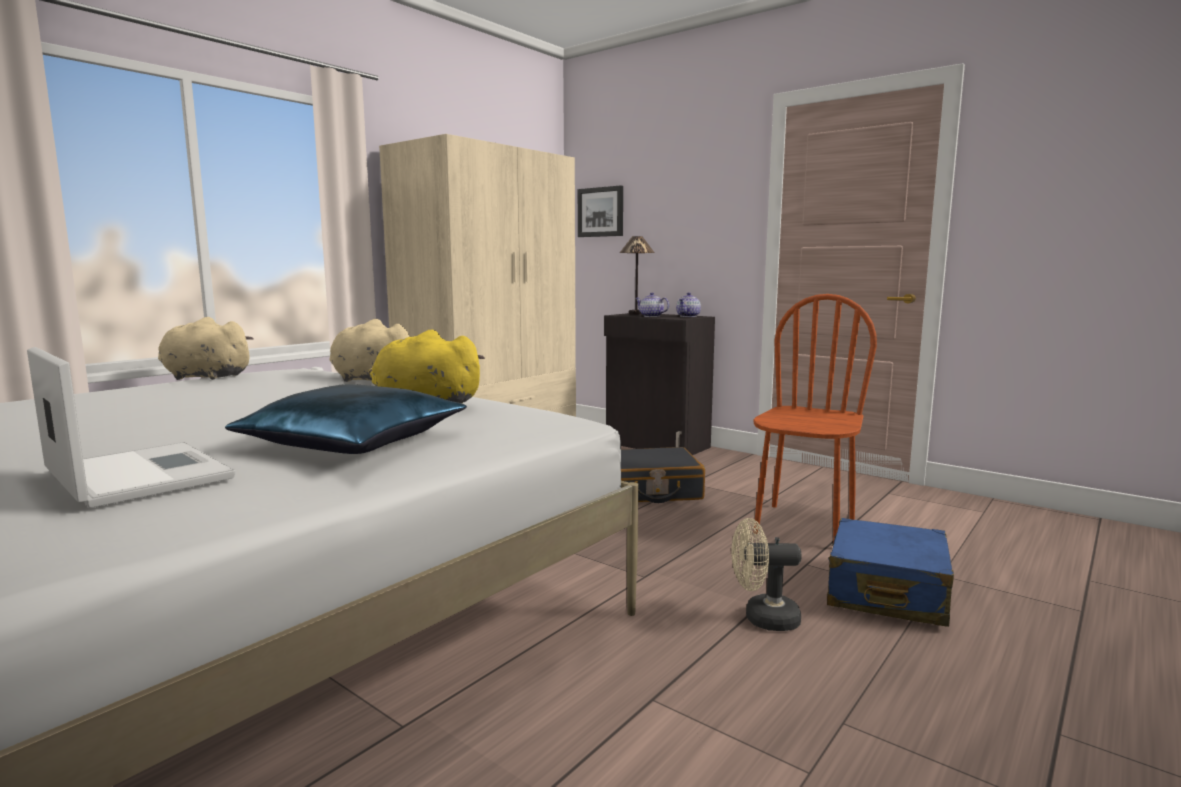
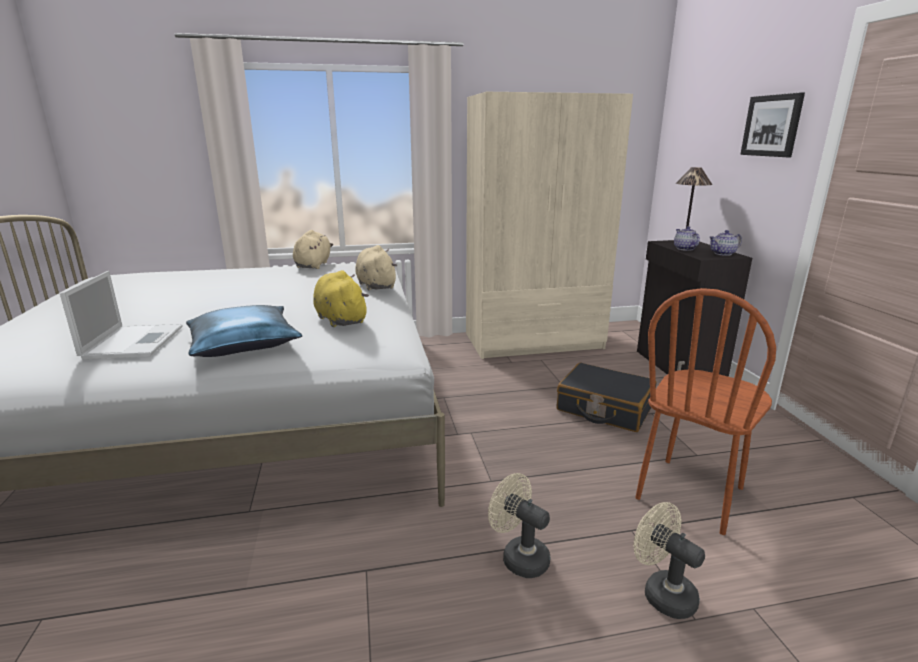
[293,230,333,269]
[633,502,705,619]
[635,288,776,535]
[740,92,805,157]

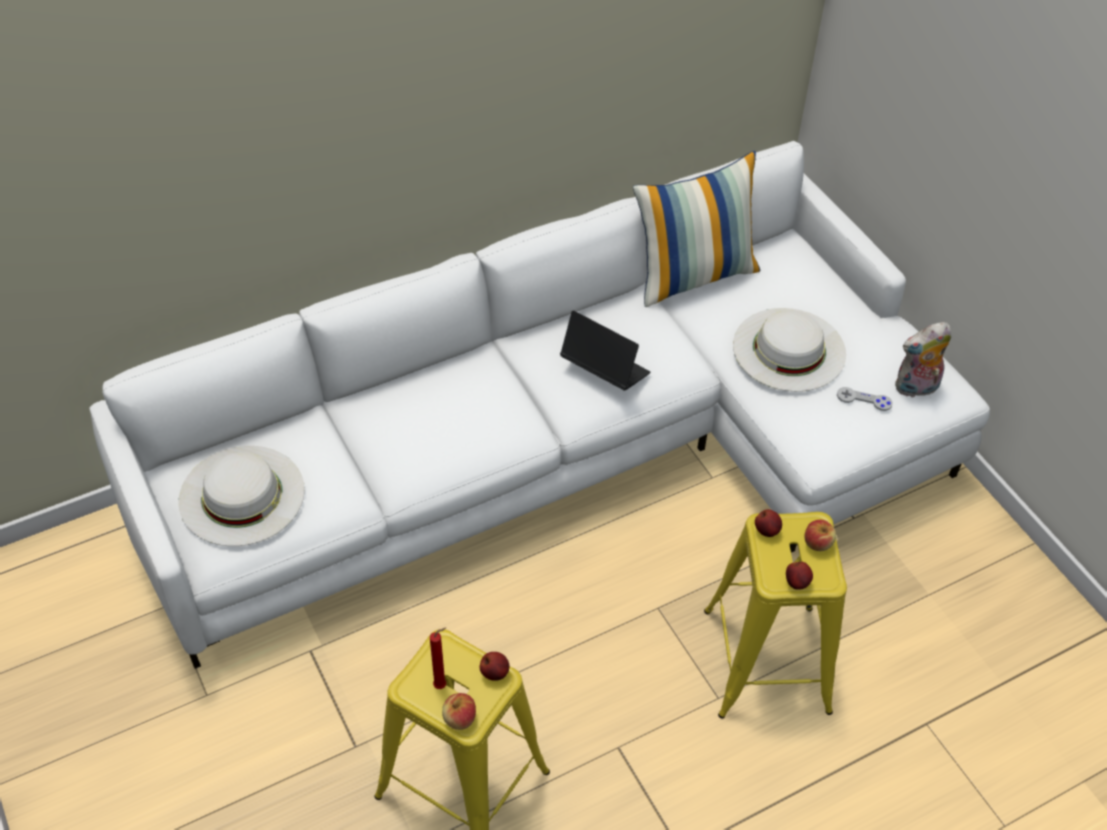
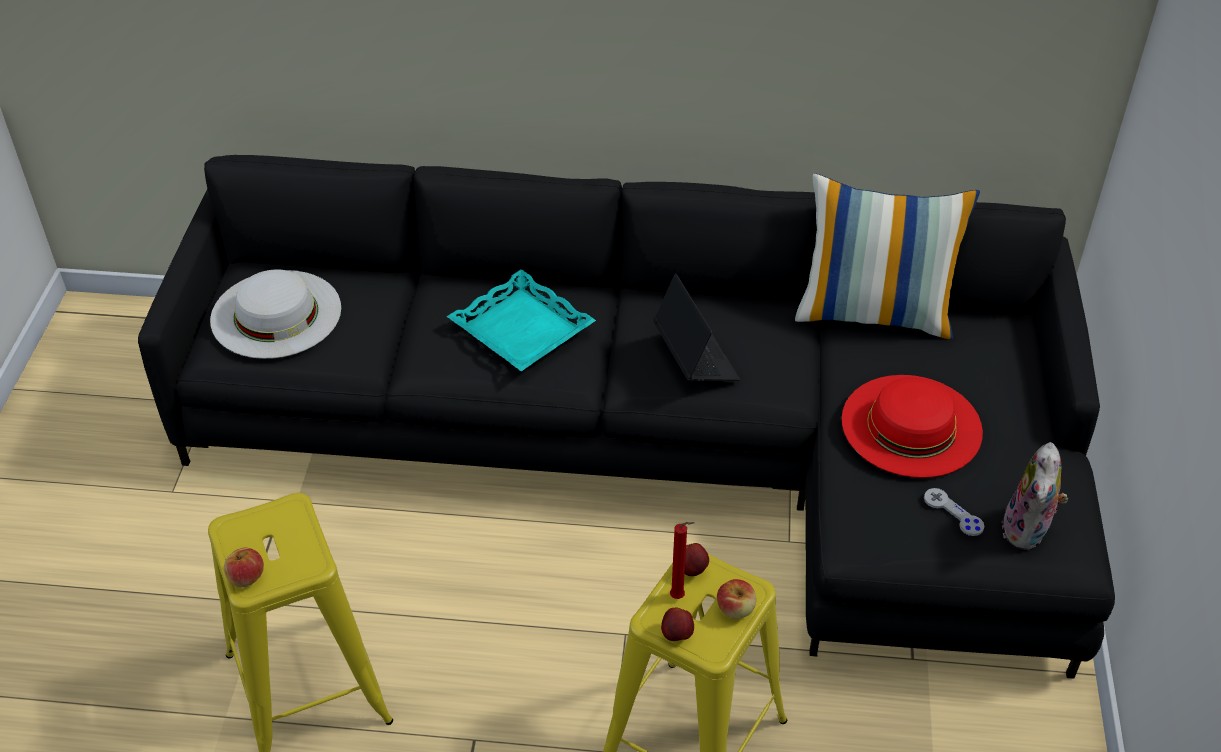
[138,155,1115,679]
[447,269,596,371]
[670,522,694,599]
[842,375,983,478]
[1002,442,1068,550]
[479,652,510,681] (first image)

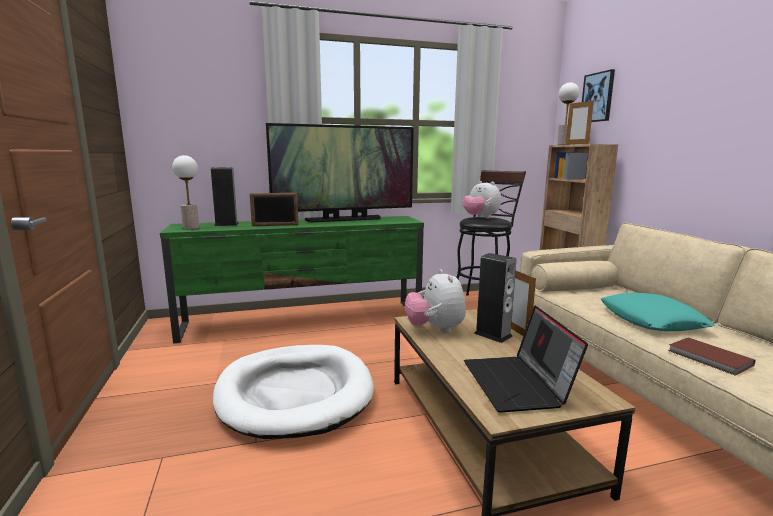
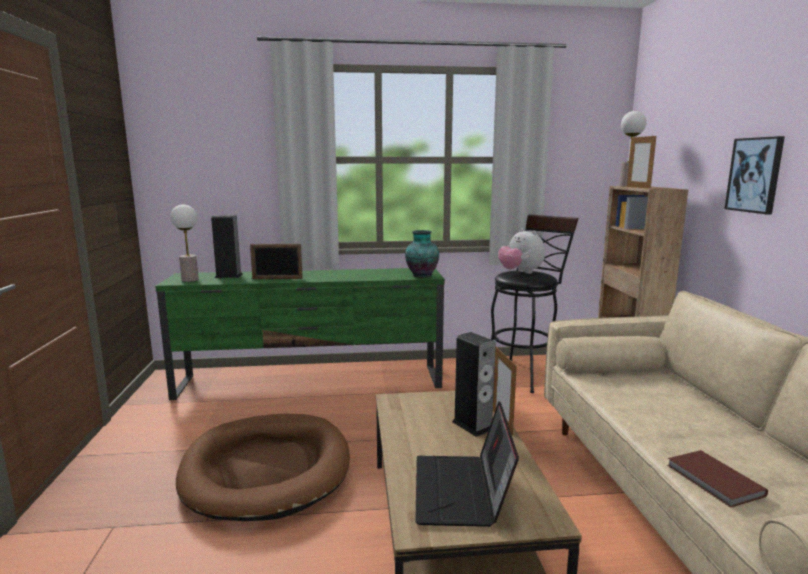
[176,414,350,521]
[405,230,439,278]
[724,136,785,214]
[266,123,414,222] (first image)
[405,269,466,333] (first image)
[601,293,715,331] (first image)

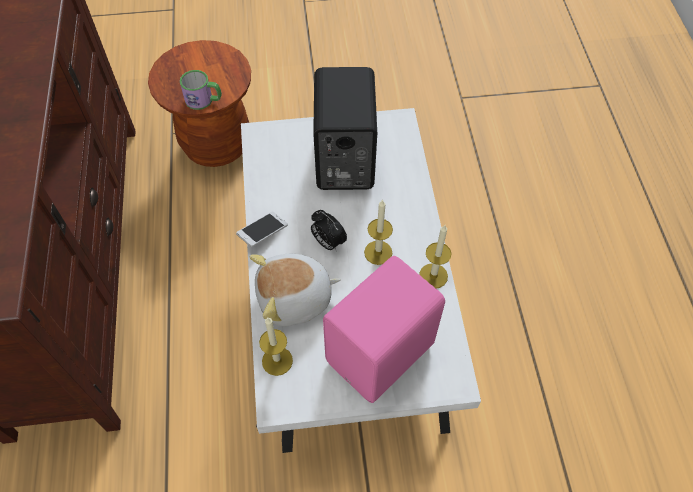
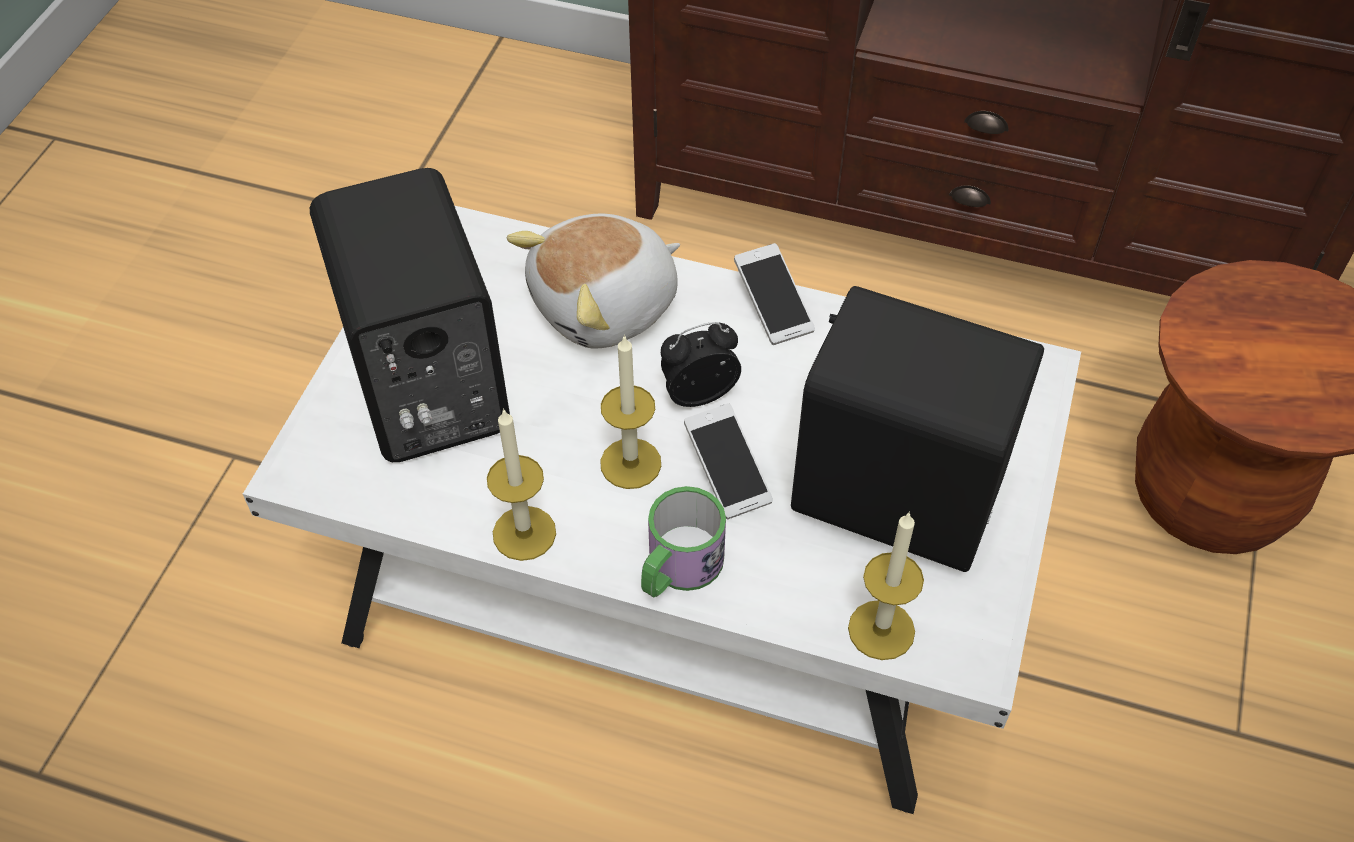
[310,168,510,462]
[507,213,680,348]
[641,486,726,598]
[684,403,773,519]
[848,512,924,660]

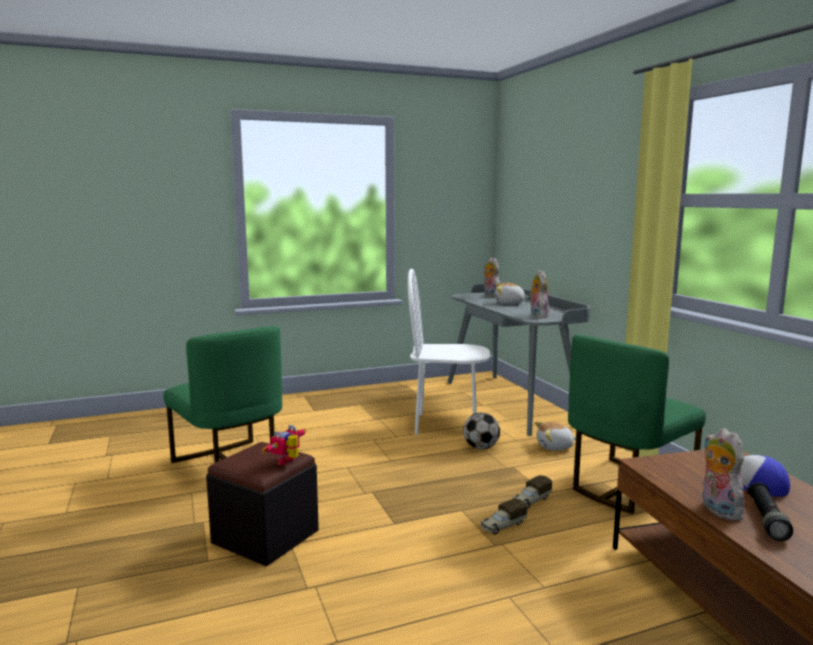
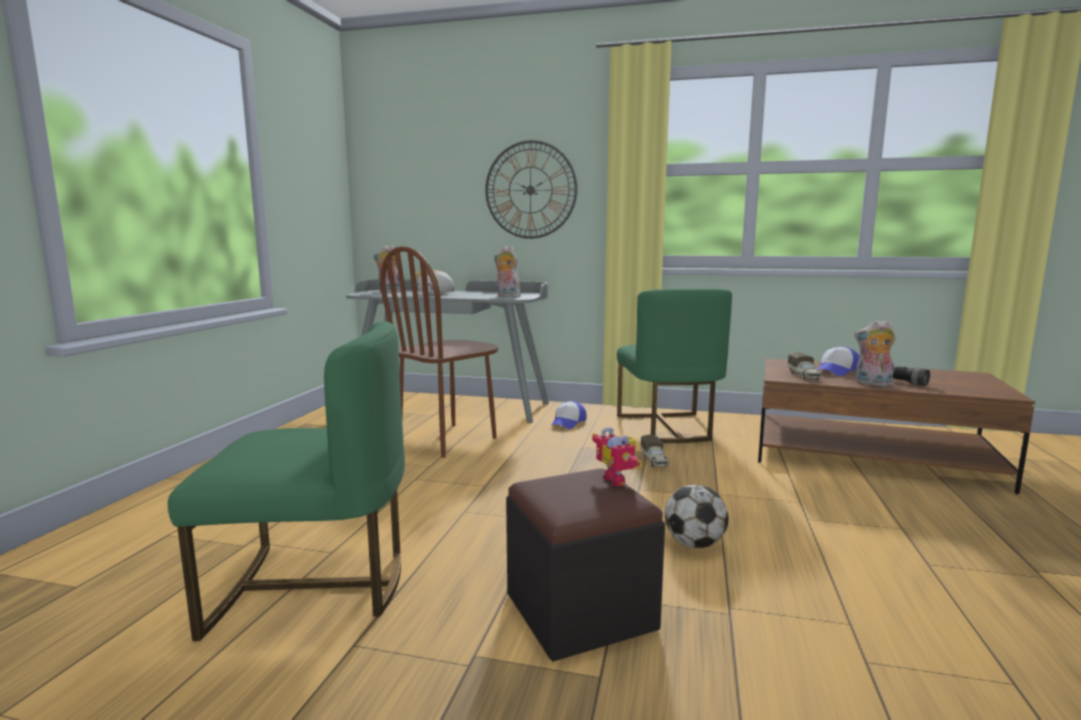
[380,246,498,458]
[485,140,577,239]
[551,401,587,429]
[664,485,729,548]
[788,352,822,380]

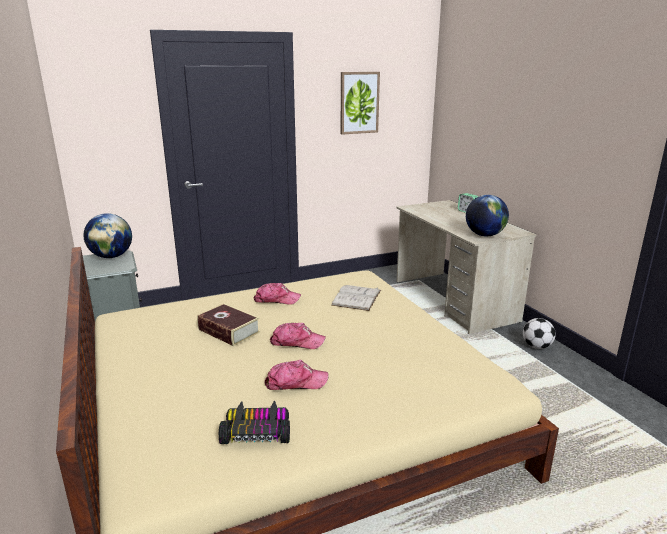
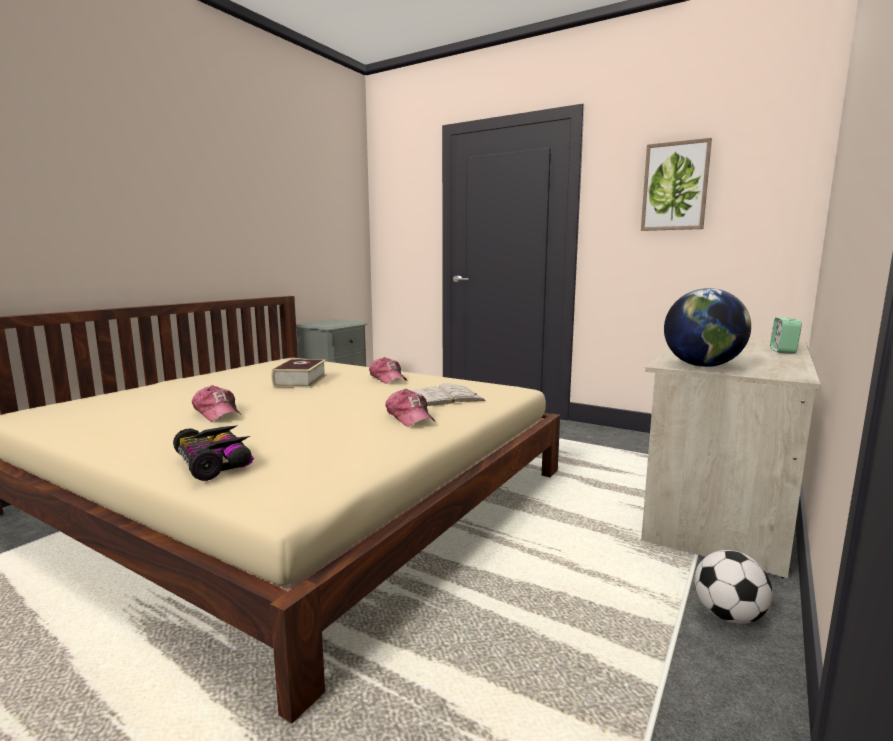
[173,425,254,481]
[385,389,435,427]
[83,213,132,258] (first image)

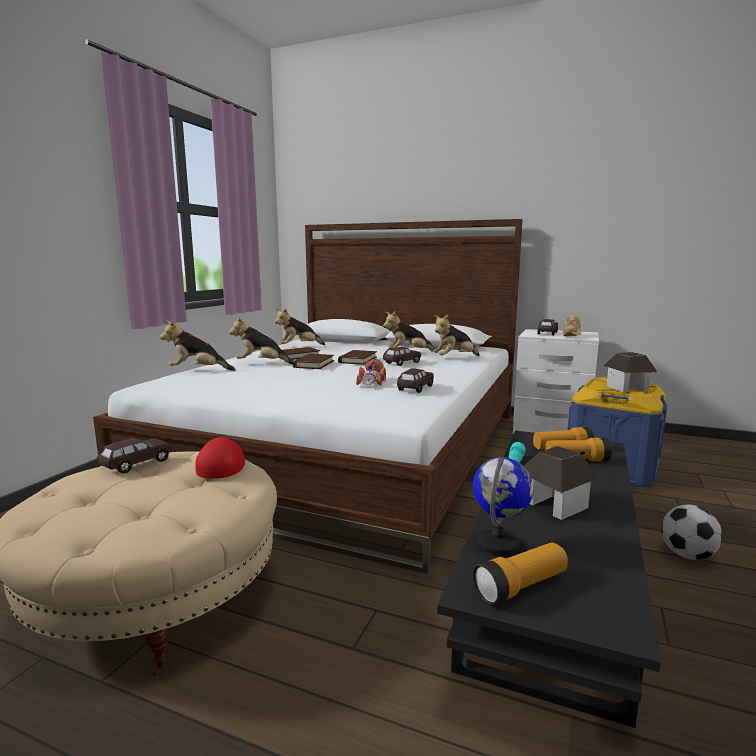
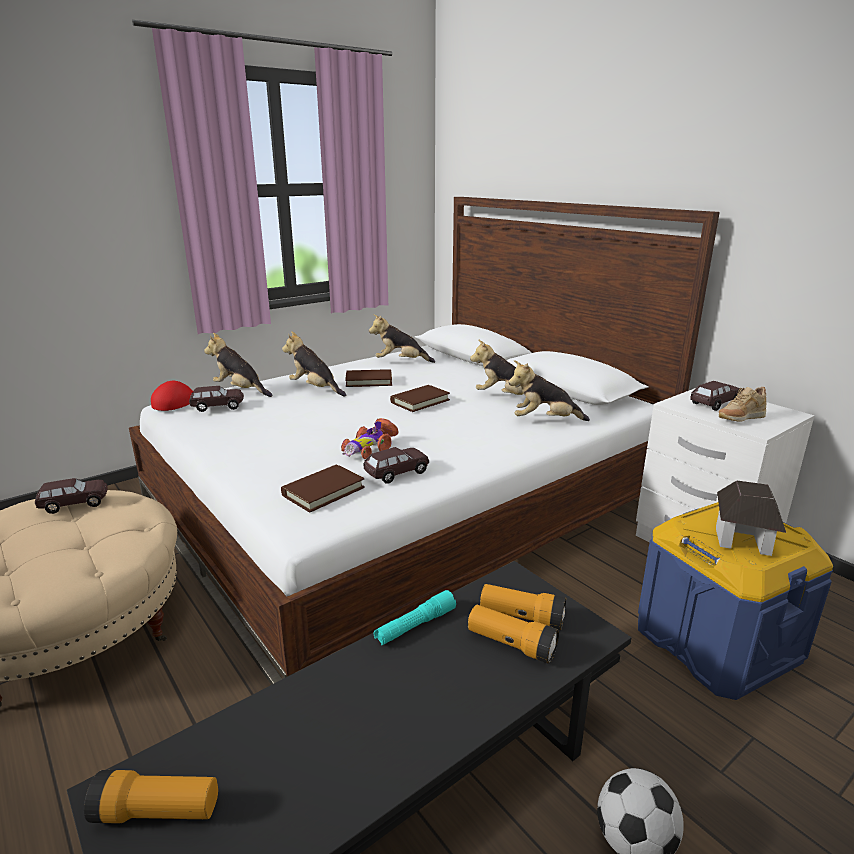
[151,381,193,411]
[189,386,244,412]
[281,464,365,513]
[473,457,534,556] (first image)
[524,446,599,520] (first image)

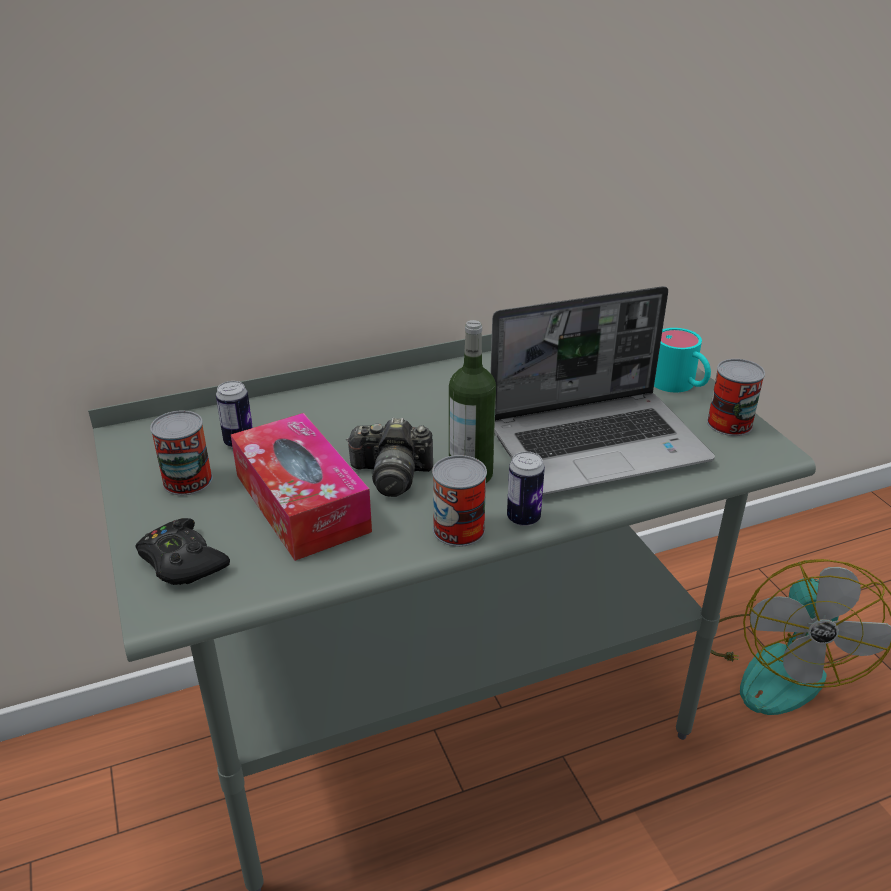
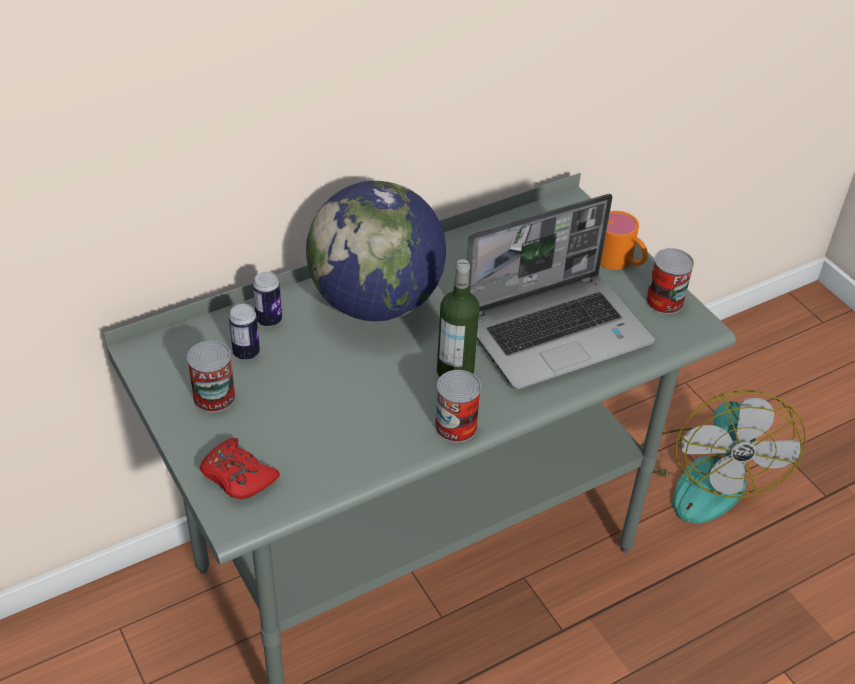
[200,438,280,500]
[253,271,282,327]
[306,181,446,321]
[600,211,648,270]
[231,413,372,561] (first image)
[346,417,433,497] (first image)

